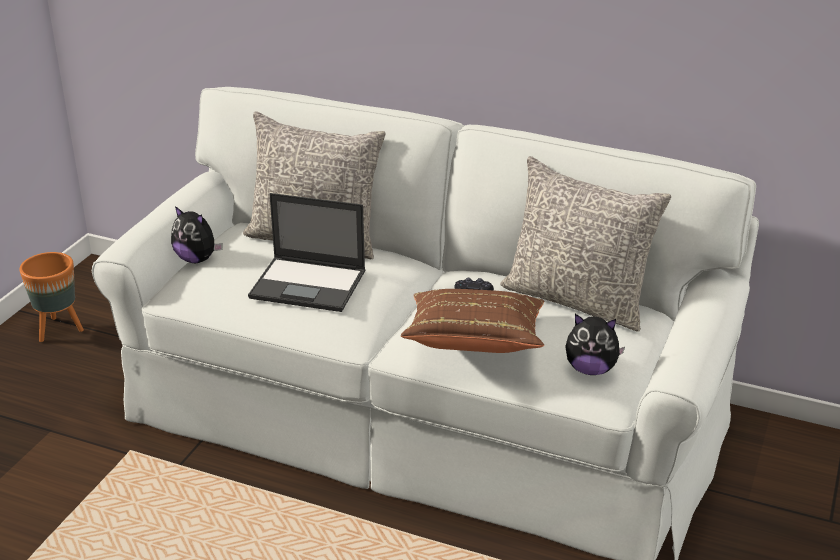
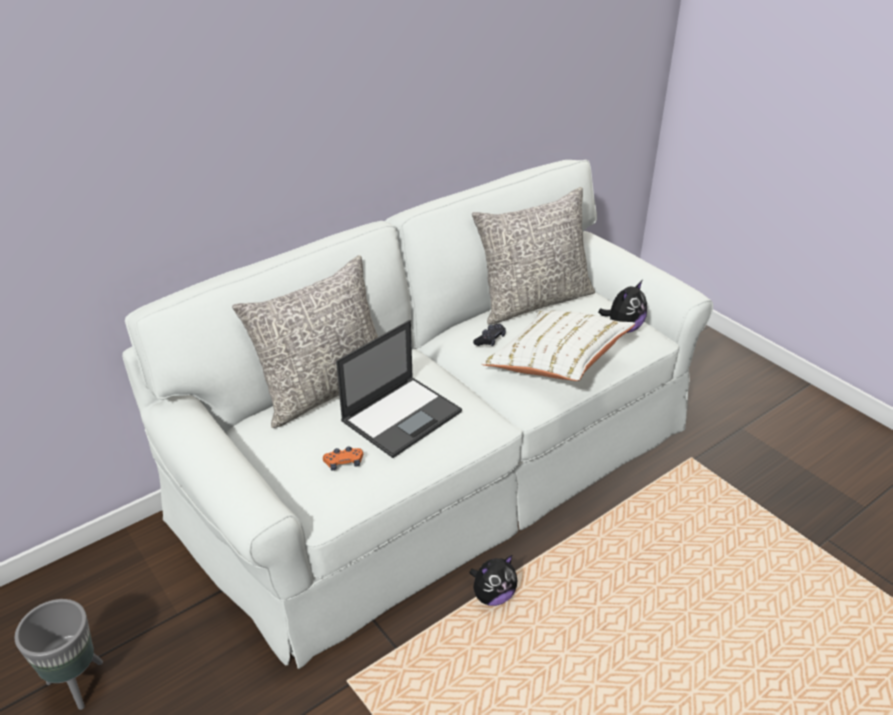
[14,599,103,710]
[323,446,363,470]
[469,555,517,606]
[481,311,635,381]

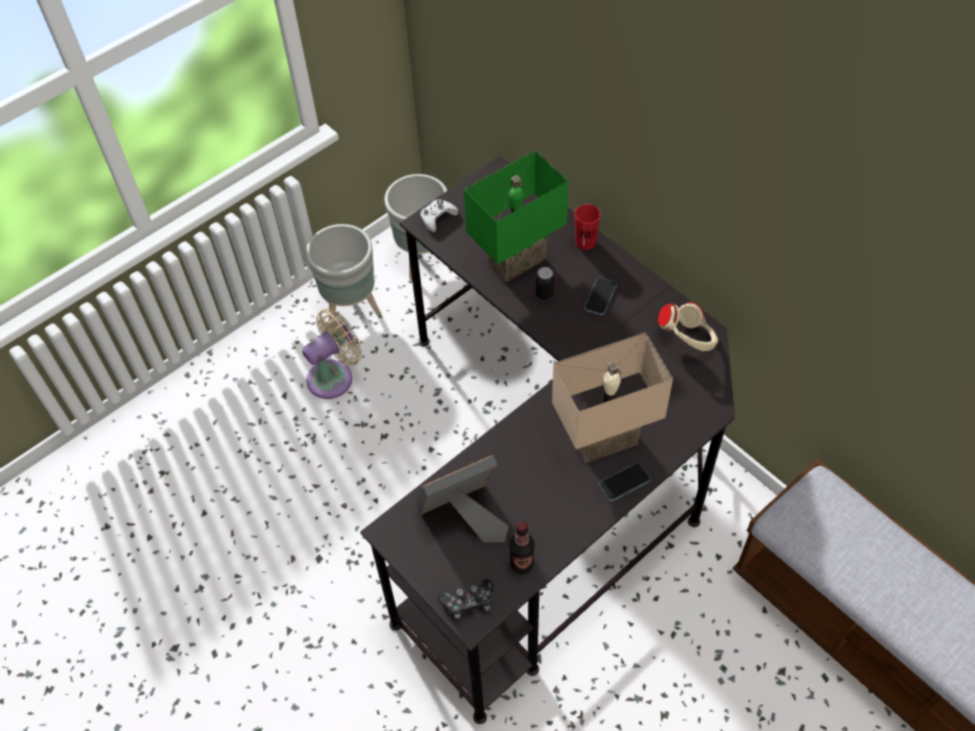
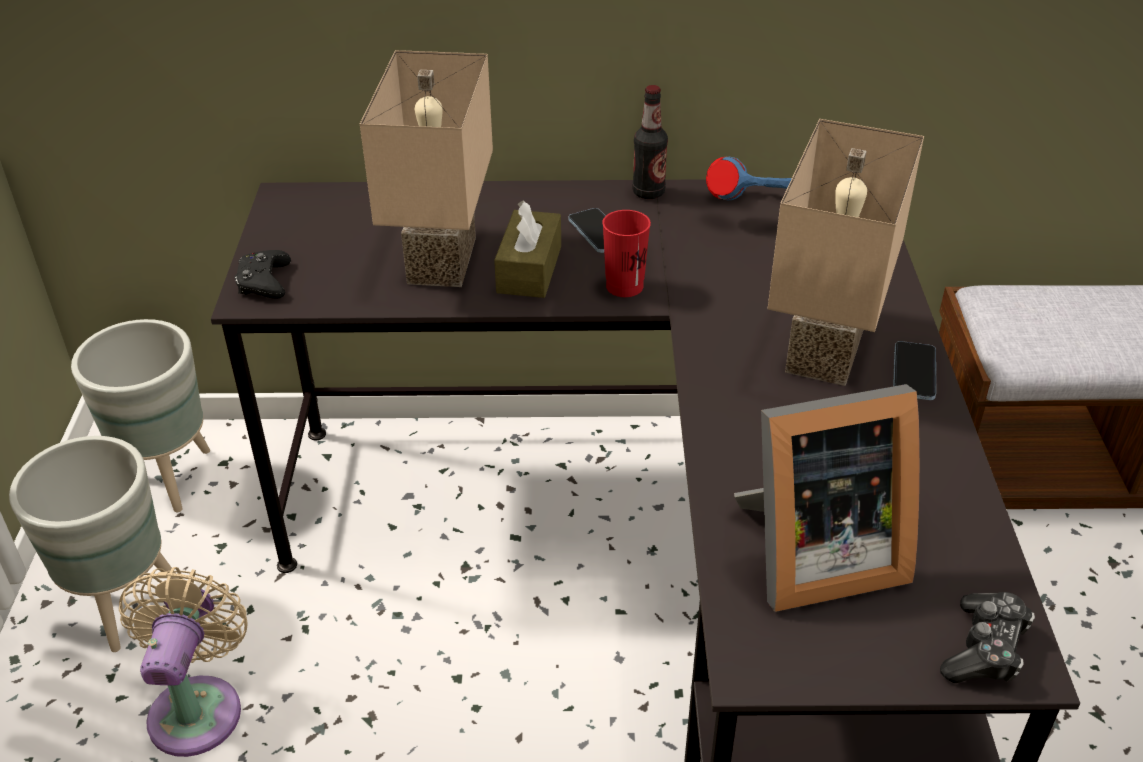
[235,250,291,299]
[360,50,493,287]
[494,201,561,298]
[602,210,651,297]
[632,85,668,199]
[706,157,792,200]
[734,384,920,612]

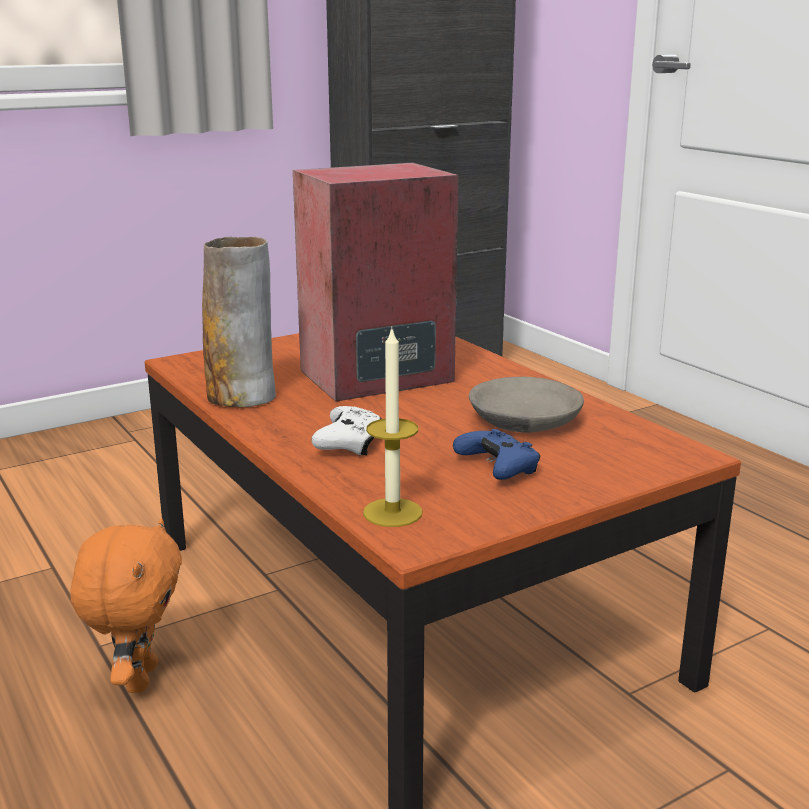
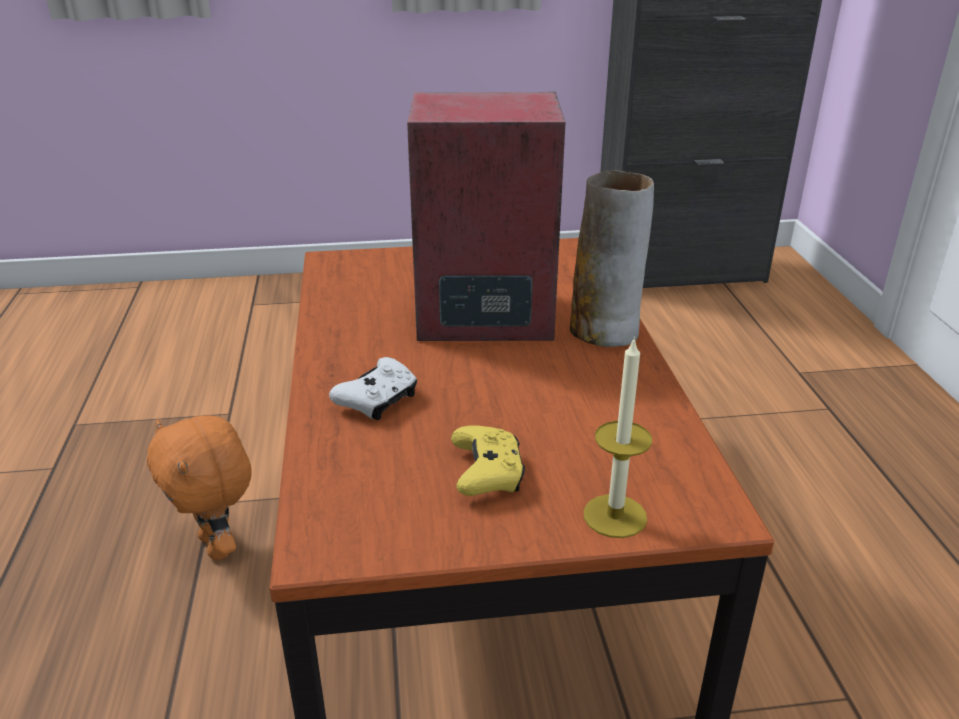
[147,415,252,560]
[451,425,525,496]
[570,170,654,347]
[584,336,652,538]
[469,377,584,433] (first image)

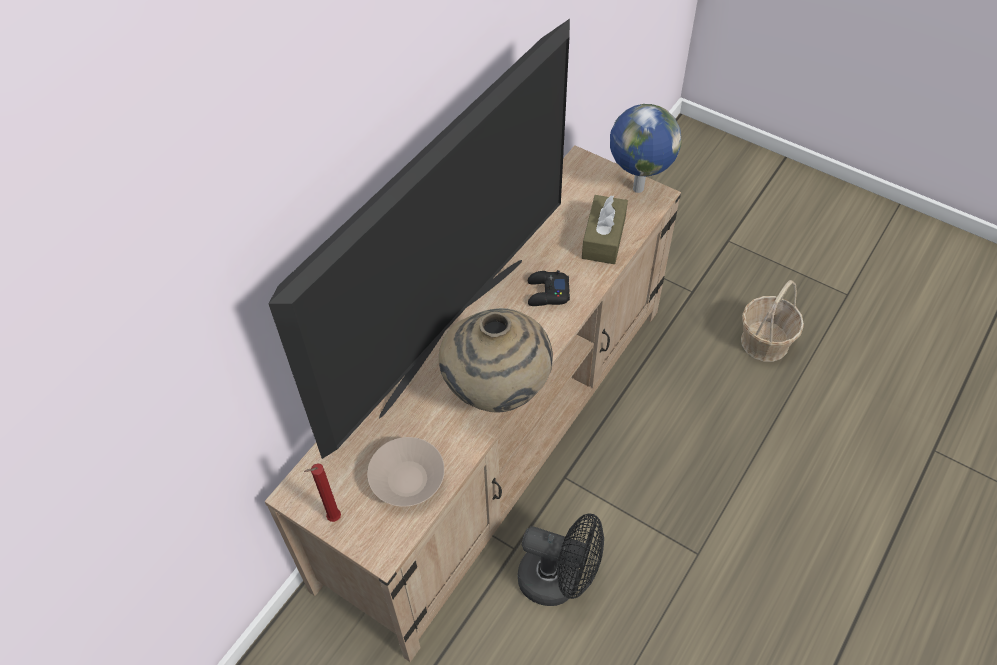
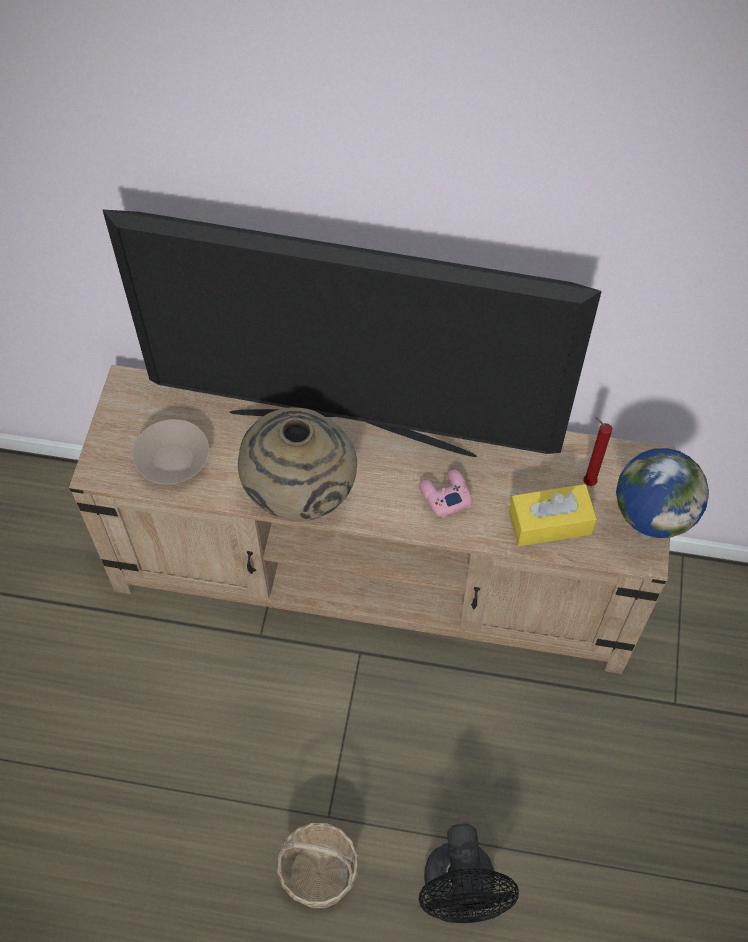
[277,823,358,908]
[419,470,472,518]
[419,824,519,923]
[509,484,597,546]
[583,417,612,486]

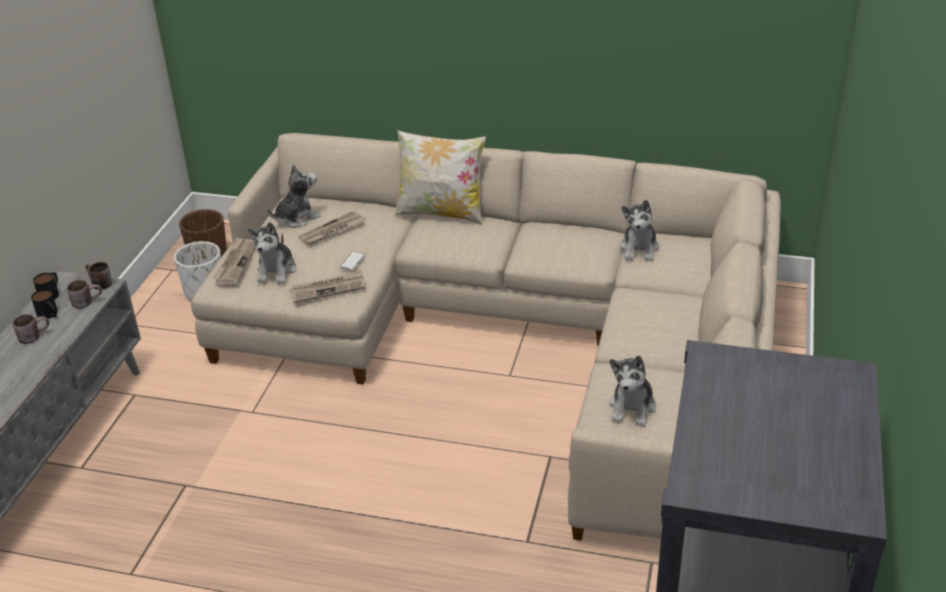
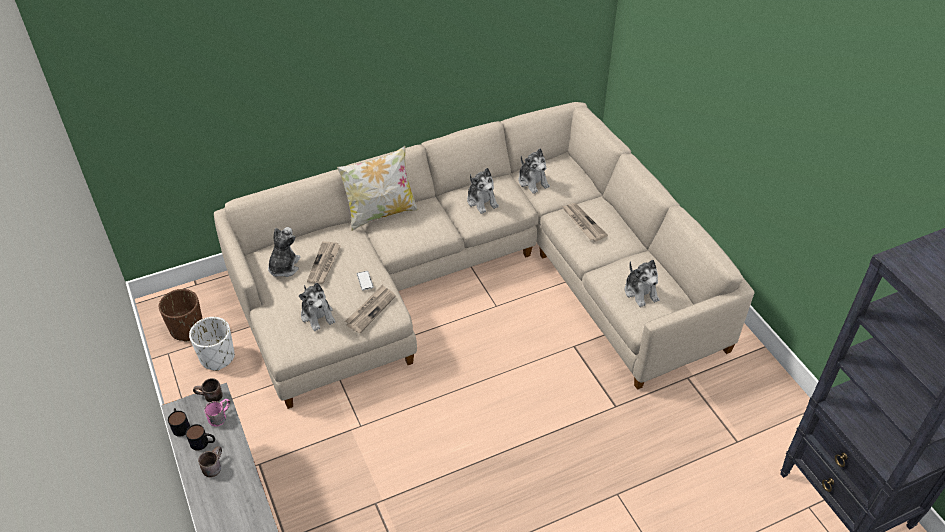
[204,399,230,426]
[467,168,499,214]
[562,203,608,241]

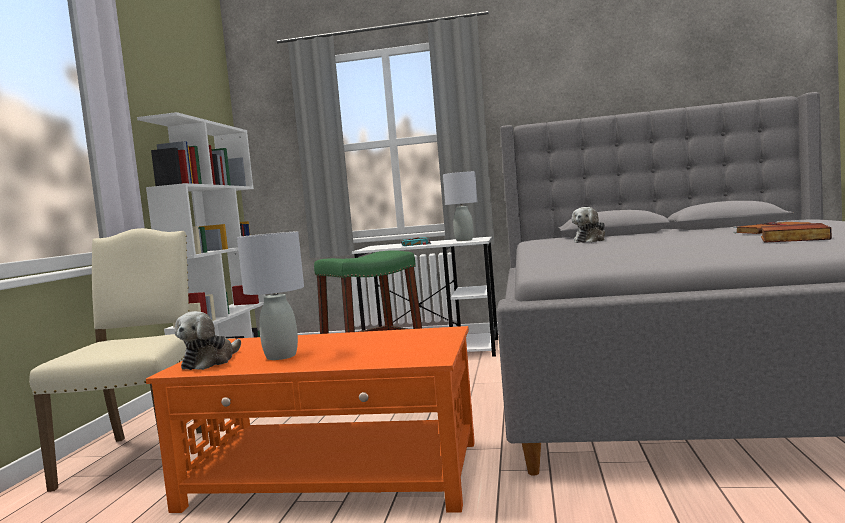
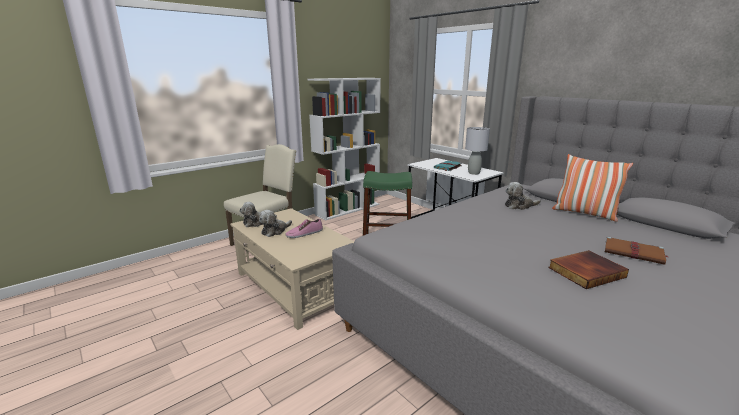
[230,208,354,330]
[259,210,292,237]
[285,219,323,238]
[552,154,633,221]

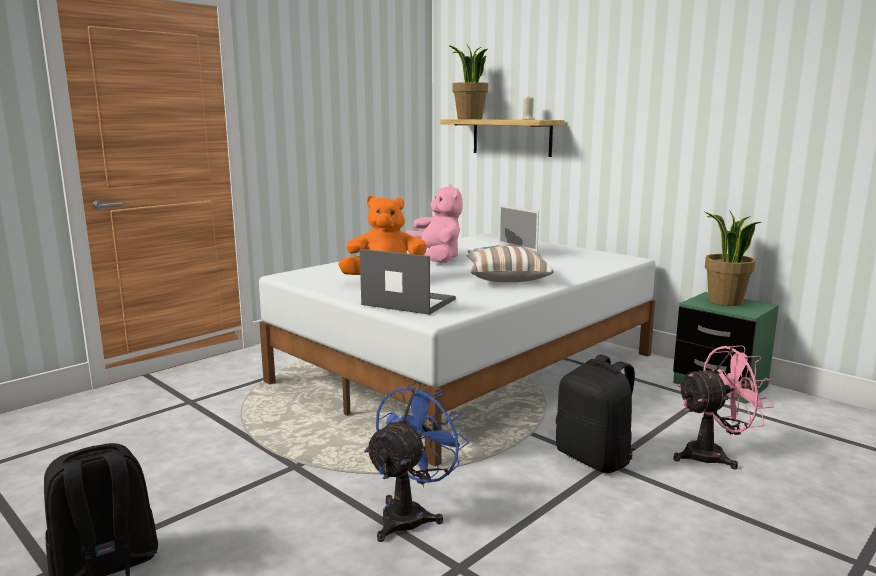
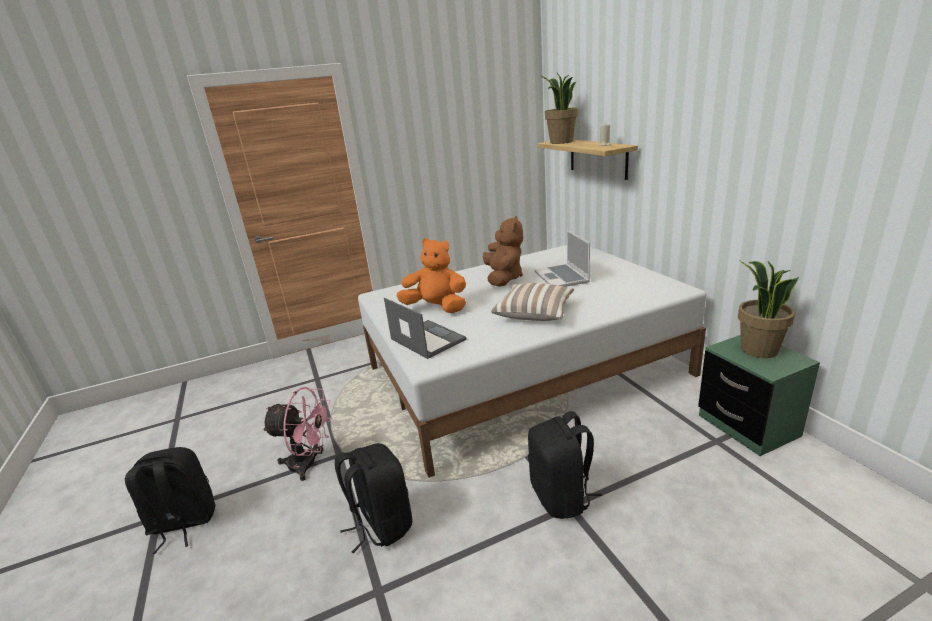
[262,387,332,481]
[335,443,412,553]
[483,215,523,287]

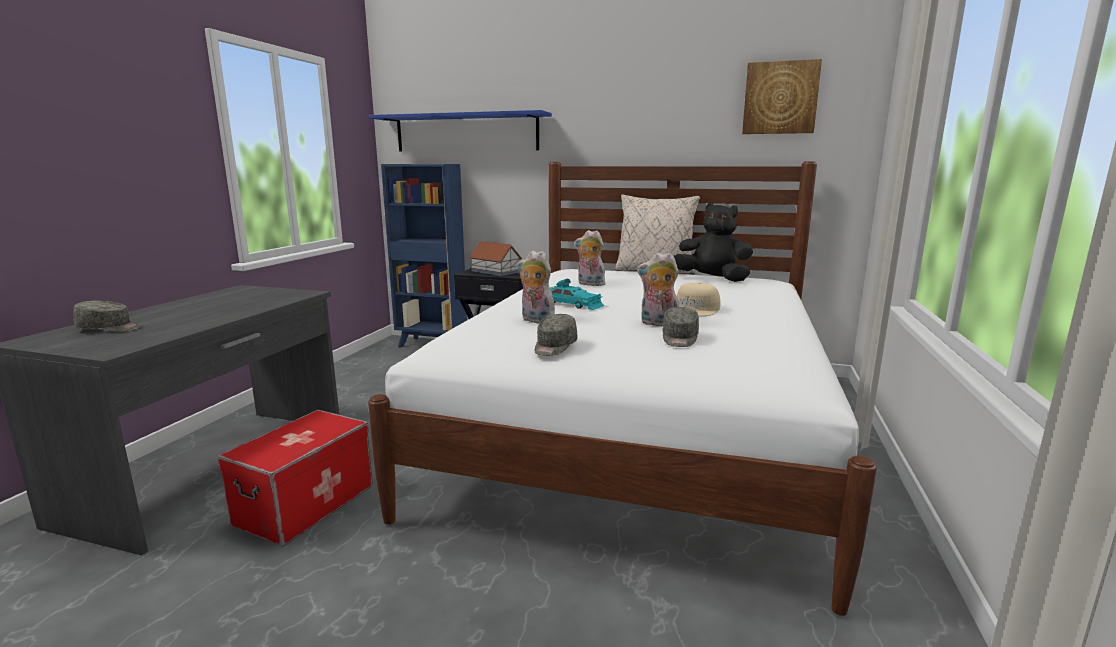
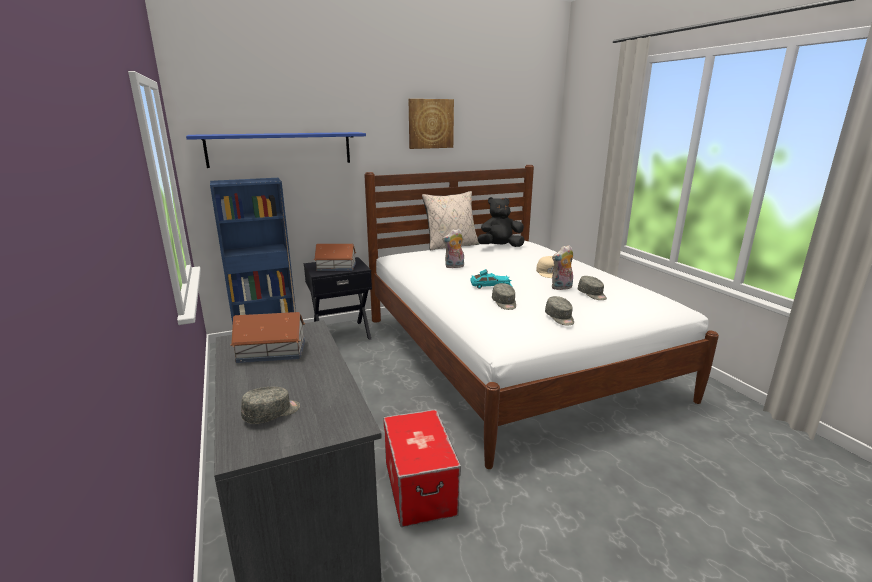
[230,312,305,363]
[408,99,454,149]
[492,283,516,310]

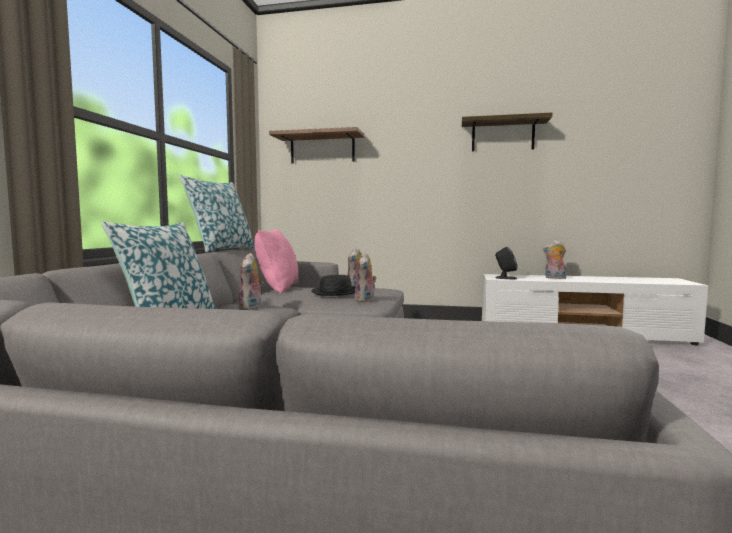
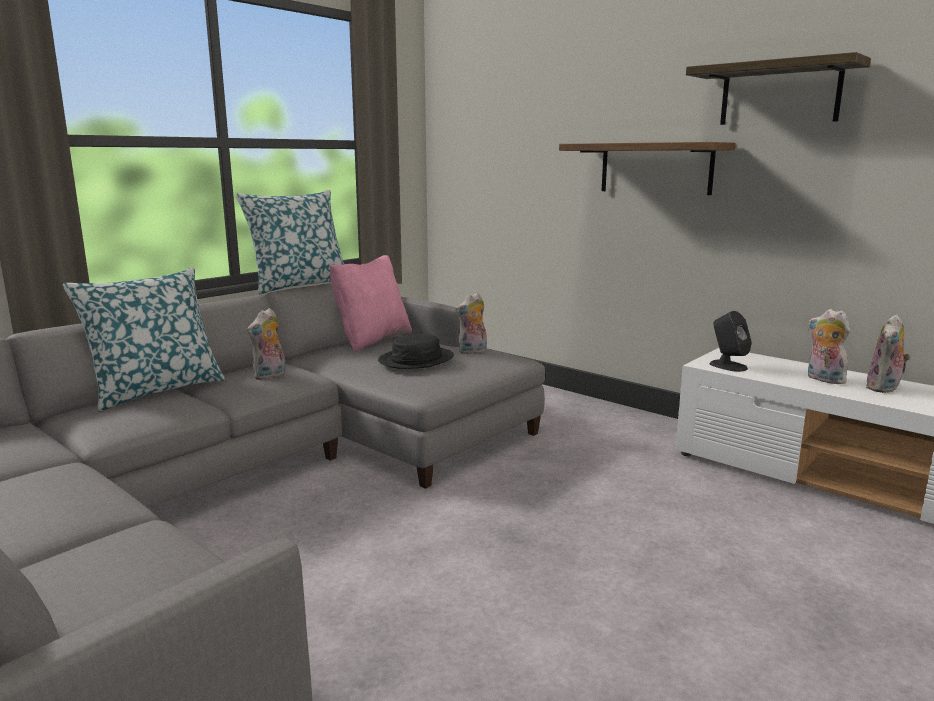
[559,142,735,195]
[866,314,911,393]

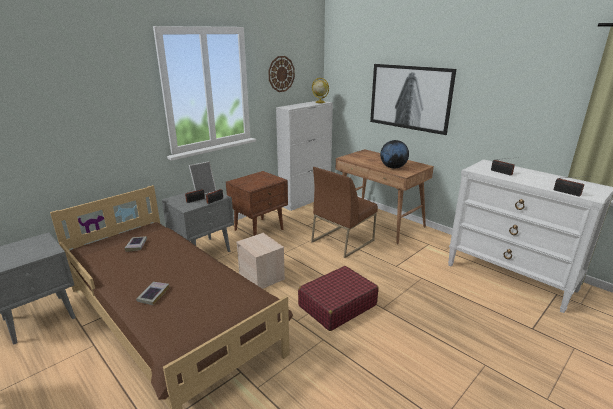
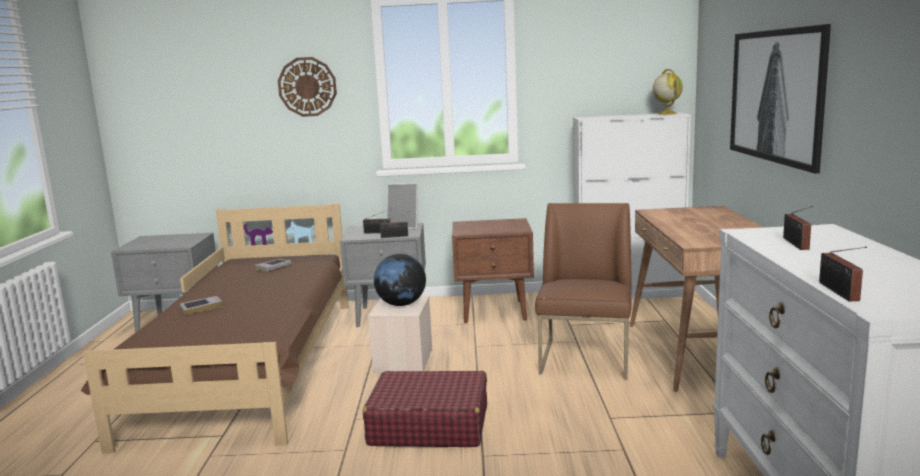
[278,57,337,117]
[374,254,426,306]
[535,203,632,380]

